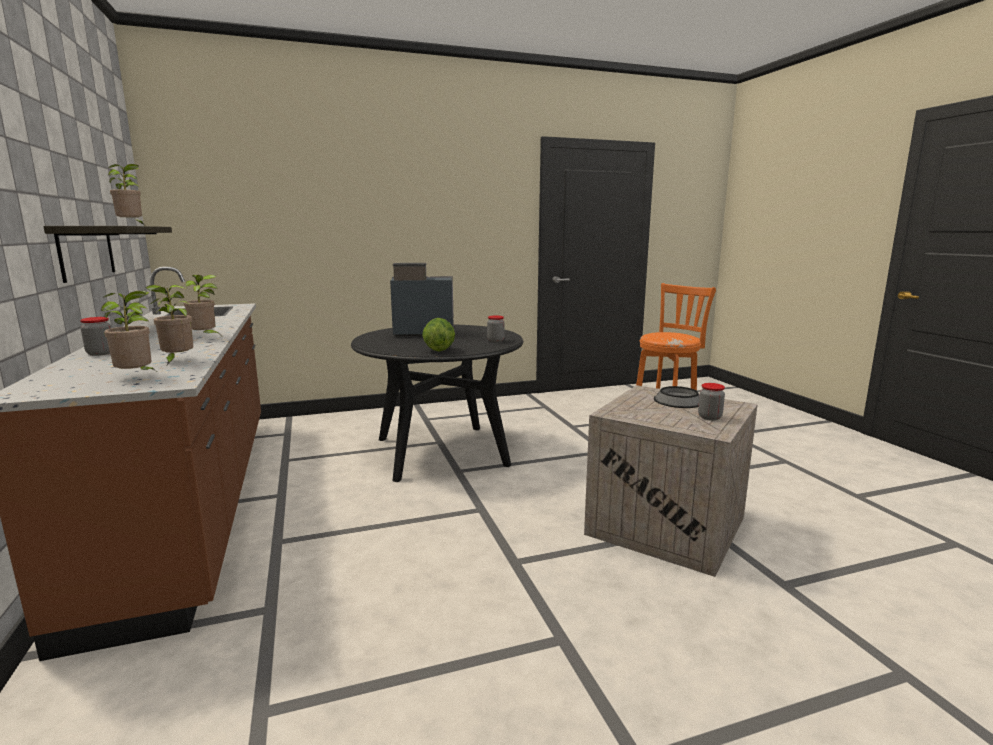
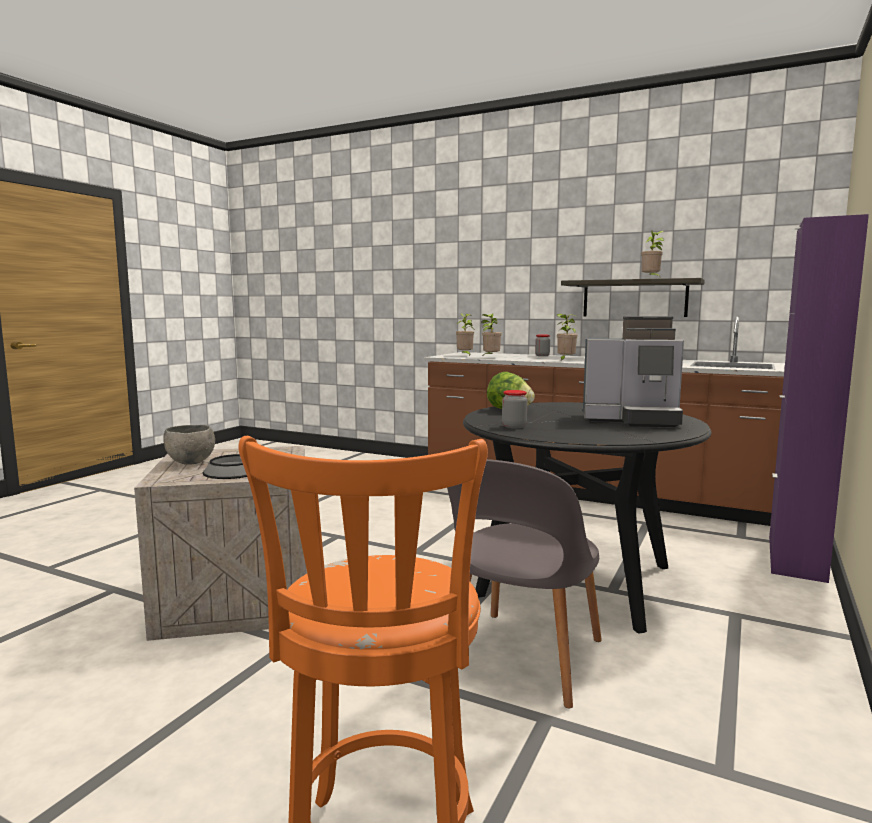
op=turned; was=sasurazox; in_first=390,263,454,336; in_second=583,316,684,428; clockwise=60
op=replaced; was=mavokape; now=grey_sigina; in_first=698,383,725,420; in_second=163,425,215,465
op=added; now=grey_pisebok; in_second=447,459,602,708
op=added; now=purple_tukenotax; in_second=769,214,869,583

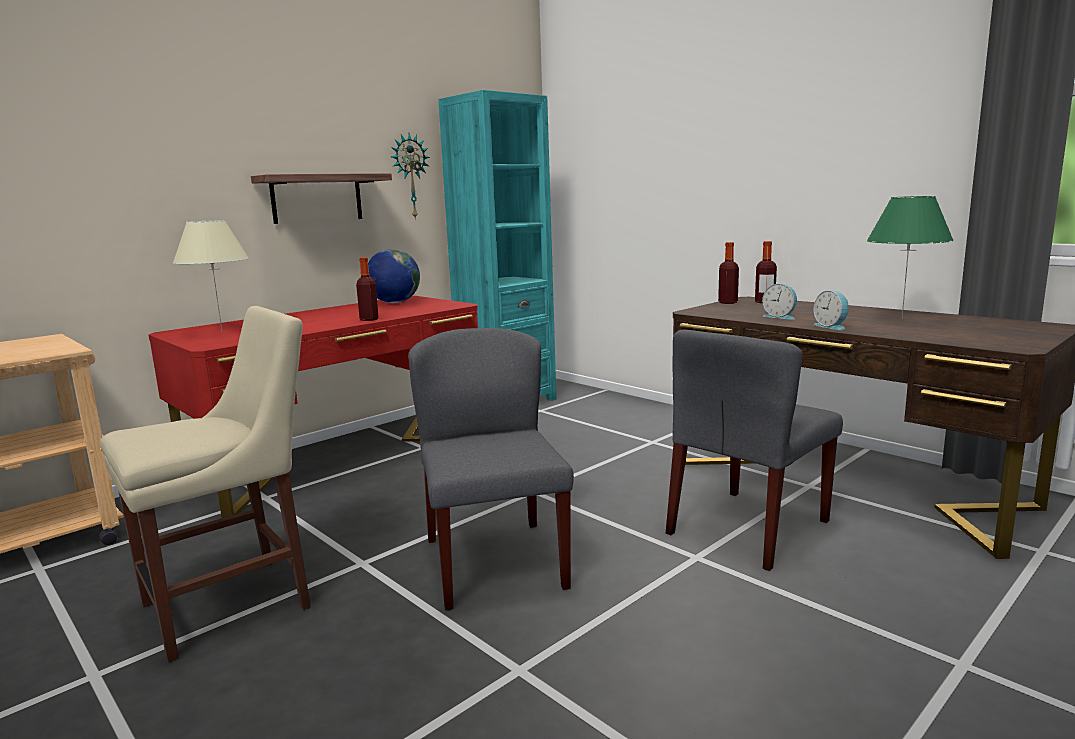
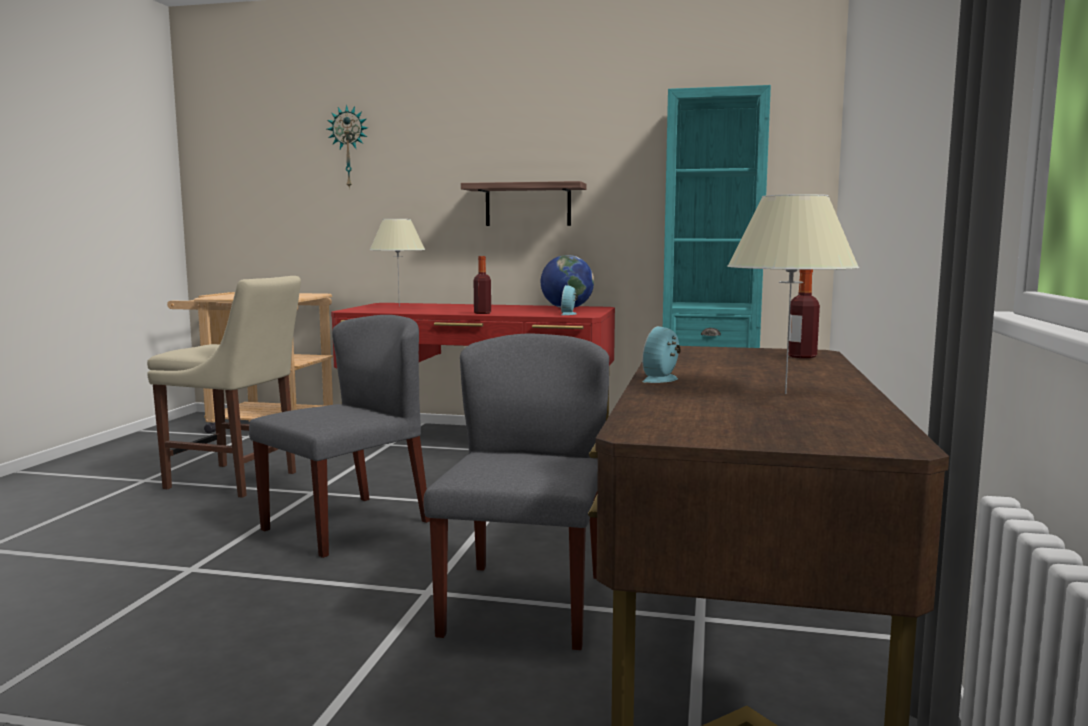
op=moved; was=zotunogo; in_first=391,133,430,220; in_second=327,105,368,189
op=turned; was=grey_pisebok; in_first=666,330,843,571; in_second=423,333,609,650; clockwise=90
op=removed; was=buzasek; in_first=718,242,739,304
op=moved; was=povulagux; in_first=762,284,797,320; in_second=561,285,578,315
op=recoloured; was=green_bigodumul; now=beige_bigodumul; in_first=867,196,954,319; in_second=727,194,859,394

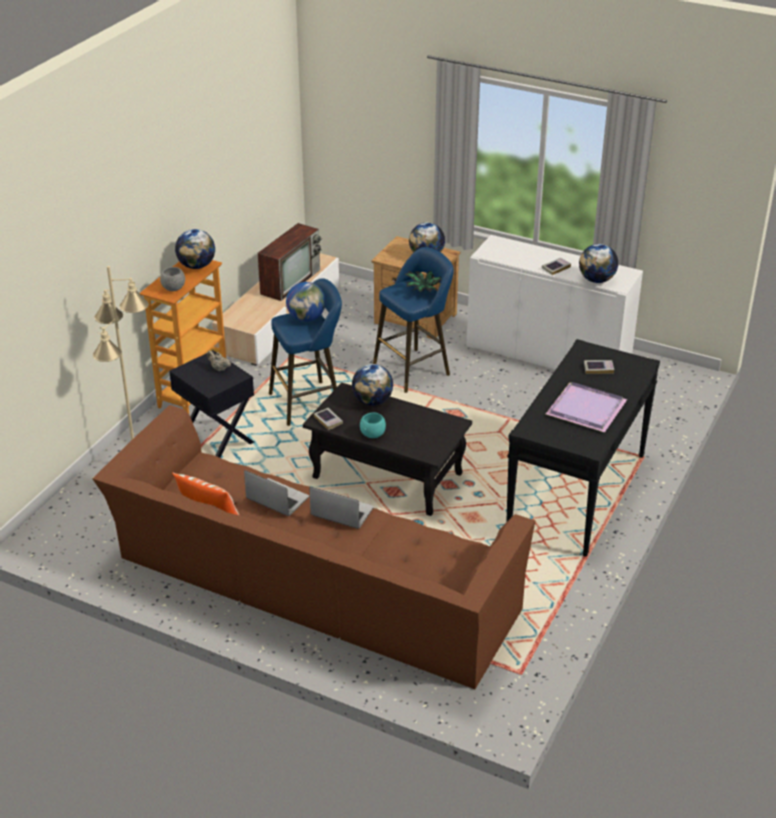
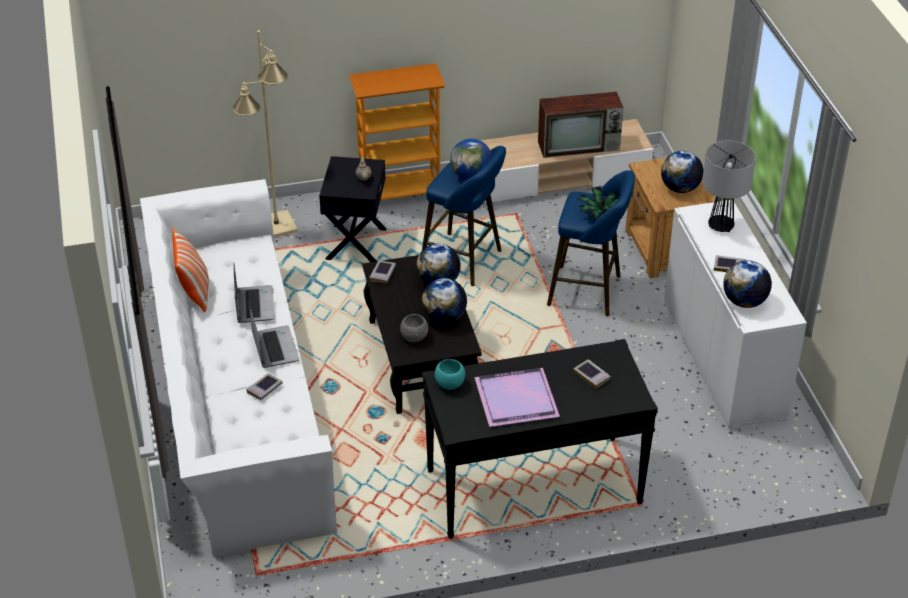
op=recoloured; was=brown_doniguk; now=white_doniguk; in_first=92,405,536,689; in_second=140,179,337,557
op=moved; was=grey_sigina; in_first=160,267,185,291; in_second=400,314,428,342
op=moved; was=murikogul; in_first=175,229,215,269; in_second=422,278,467,324
op=moved; was=turquoise_sigina; in_first=360,413,386,438; in_second=435,359,465,390
op=added; now=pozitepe; in_second=246,373,282,400
op=added; now=bigodumul; in_second=702,140,756,232

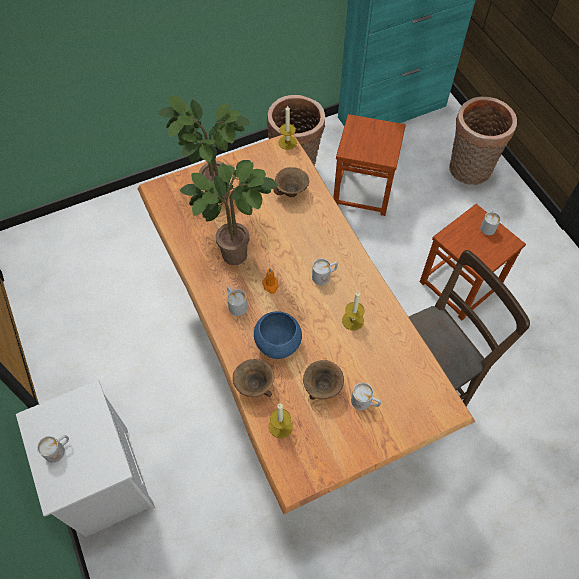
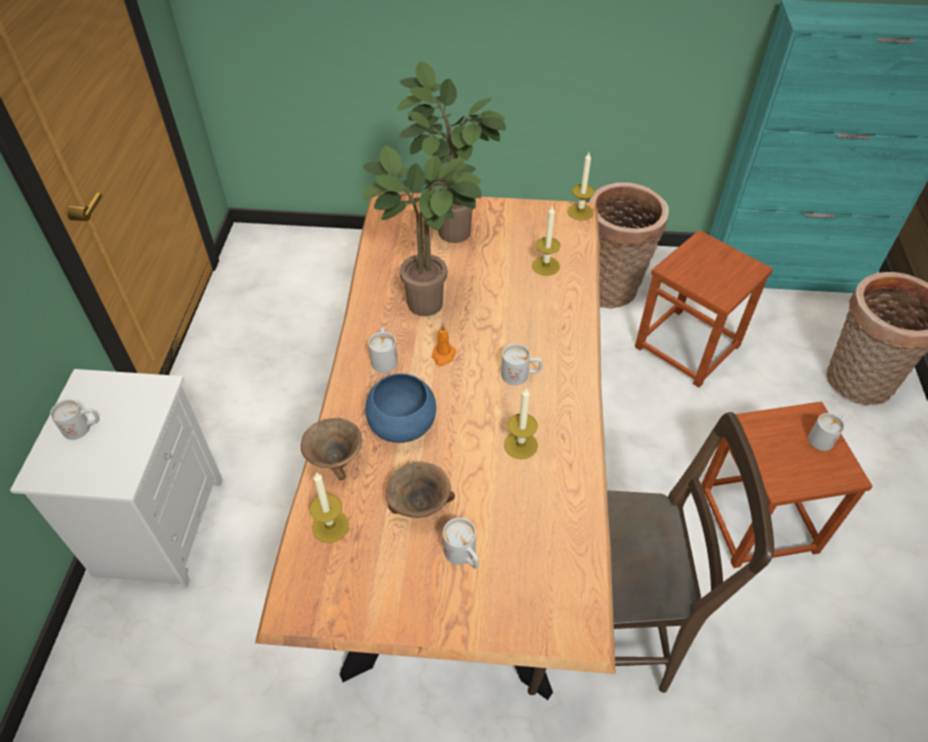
op=replaced; was=brown_sigina; now=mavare; in_first=273,167,309,197; in_second=532,205,560,276

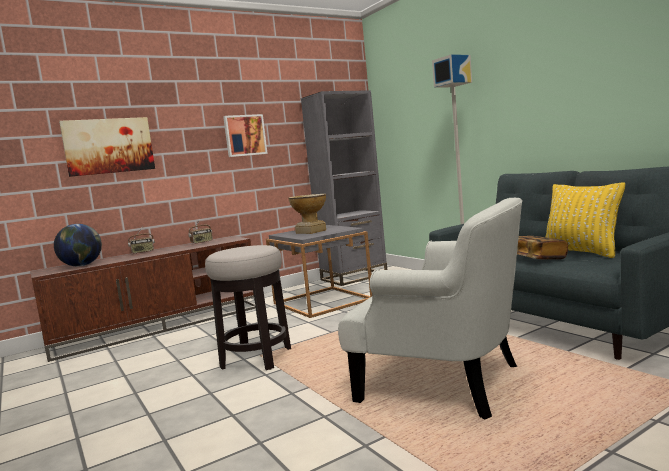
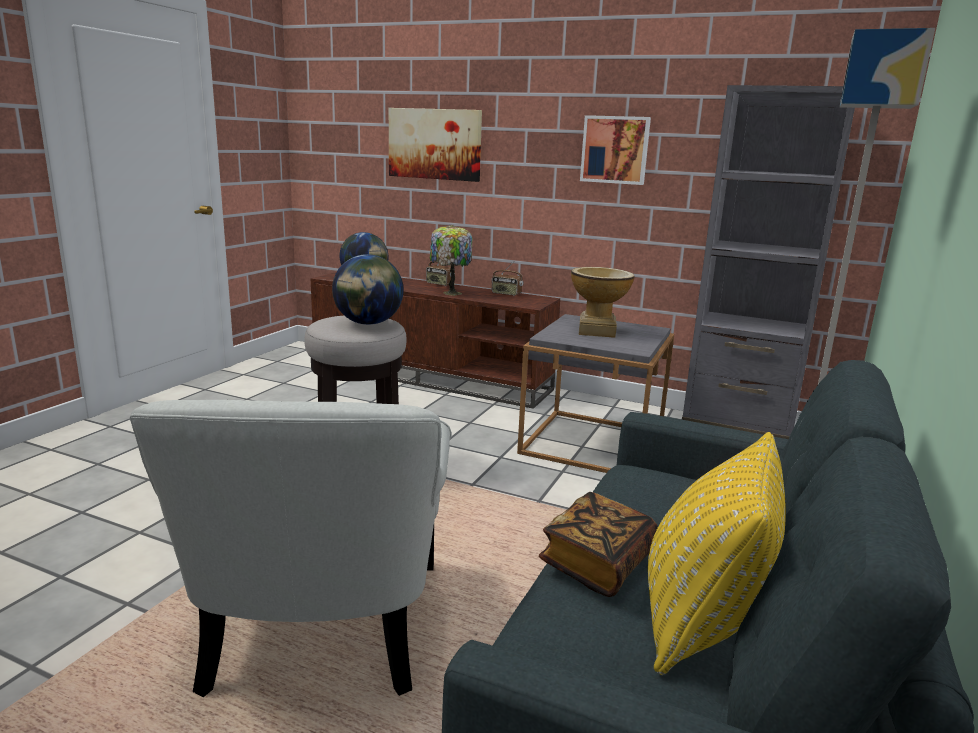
op=added; now=murikogul; in_second=332,254,404,325
op=added; now=bigodumul; in_second=430,225,473,296

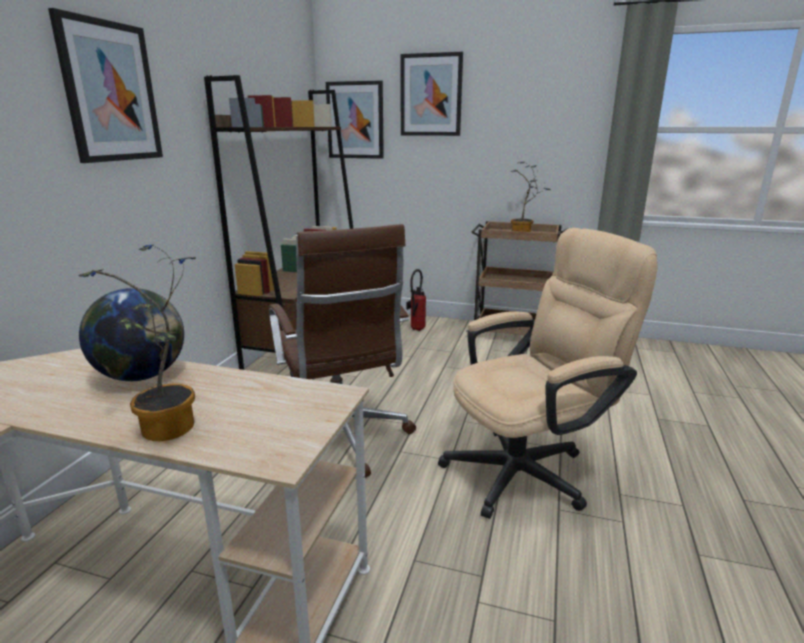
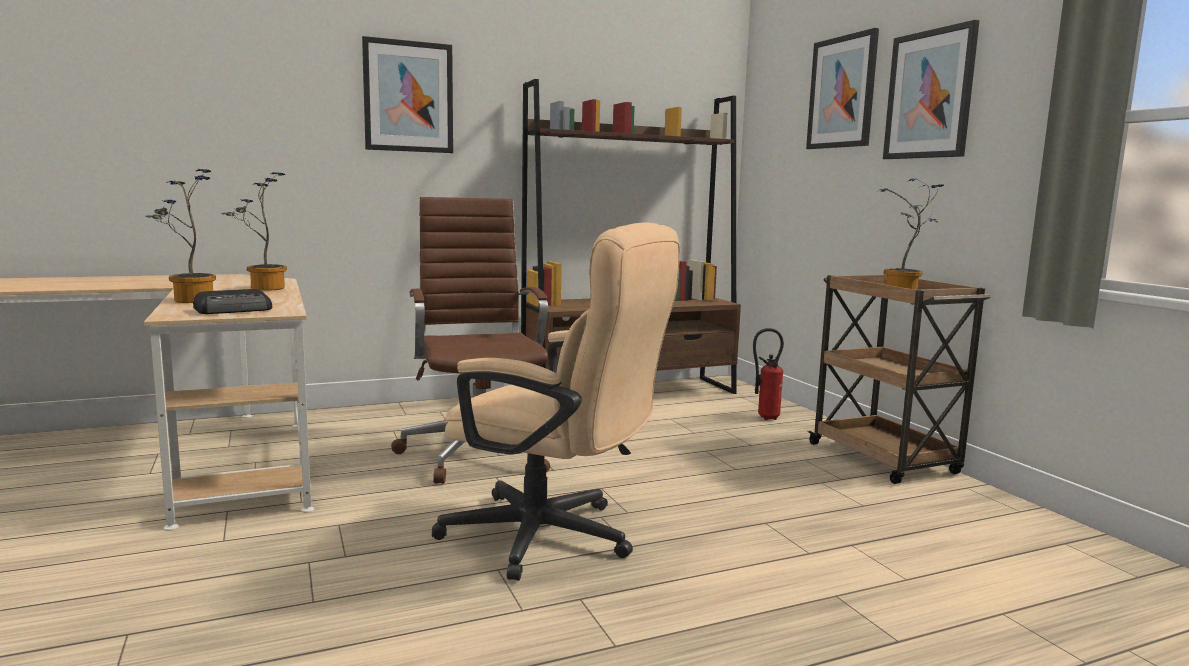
op=replaced; was=murikogul; now=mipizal; in_first=79,288,184,381; in_second=221,172,287,291
op=turned; was=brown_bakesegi; in_first=269,224,416,478; in_second=391,197,550,484; clockwise=135
op=moved; was=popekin; in_first=326,80,384,159; in_second=883,20,979,159
op=added; now=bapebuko; in_second=193,289,272,314

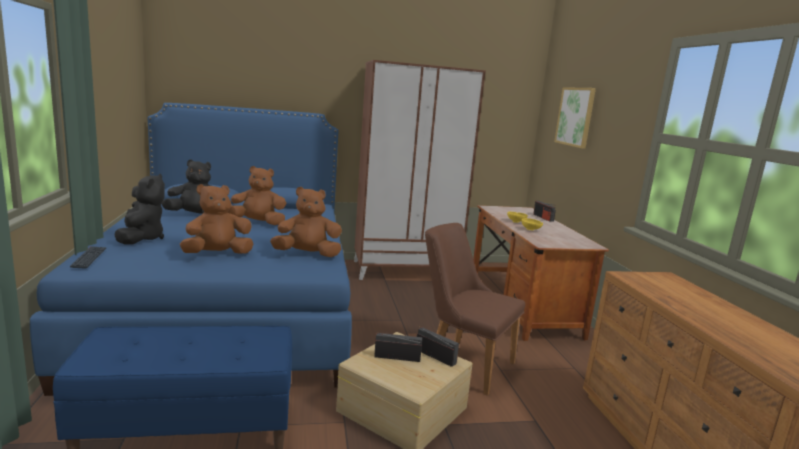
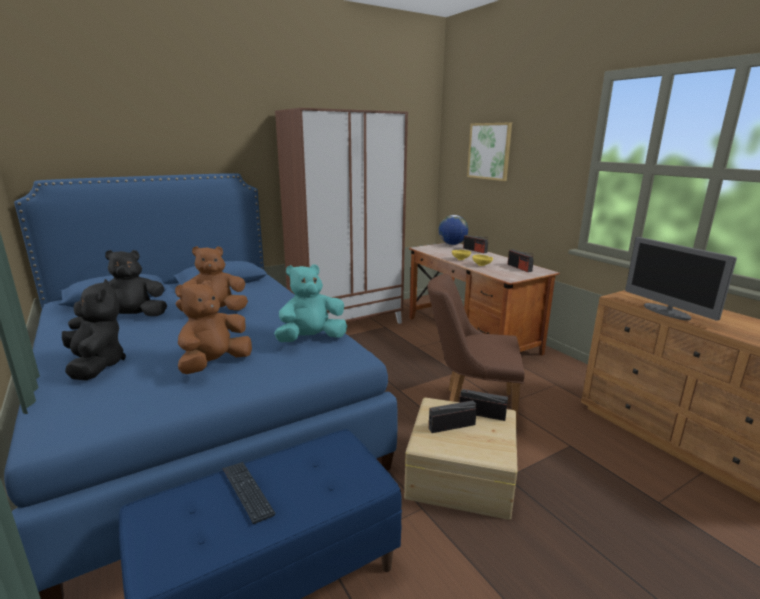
op=moved; was=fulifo; in_first=70,246,106,269; in_second=222,462,276,524
op=recoloured; was=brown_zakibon; now=turquoise_zakibon; in_first=270,187,342,257; in_second=274,264,347,342
op=added; now=murikogul; in_second=439,215,468,245
op=added; now=bapebuko; in_second=508,249,534,272
op=added; now=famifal; in_second=625,237,737,321

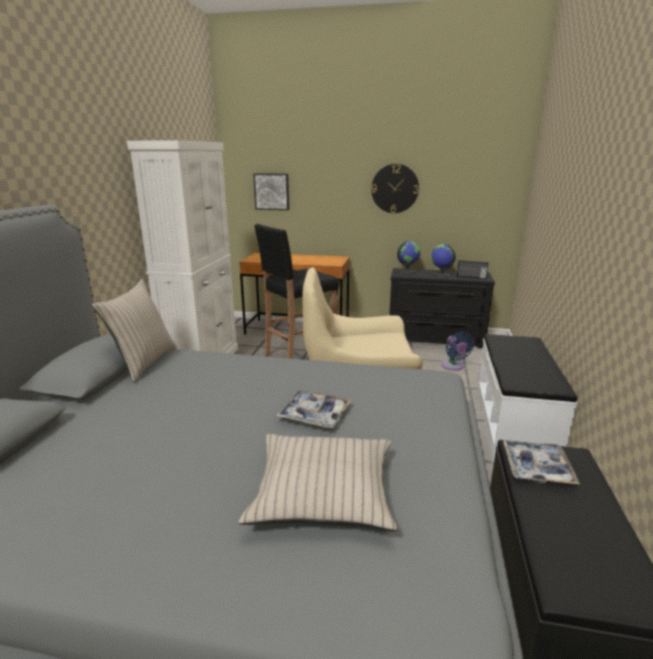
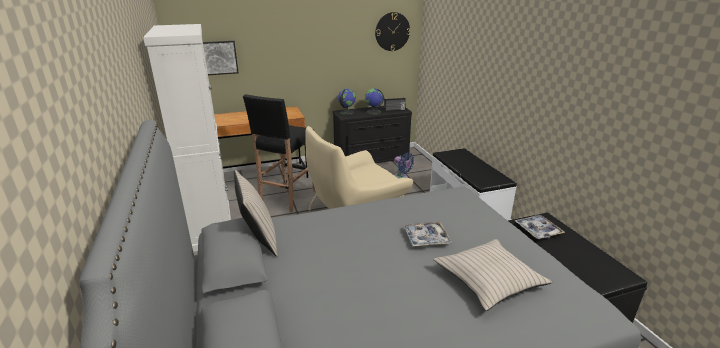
op=moved; was=zotunogo; in_first=371,164,419,213; in_second=375,12,410,51

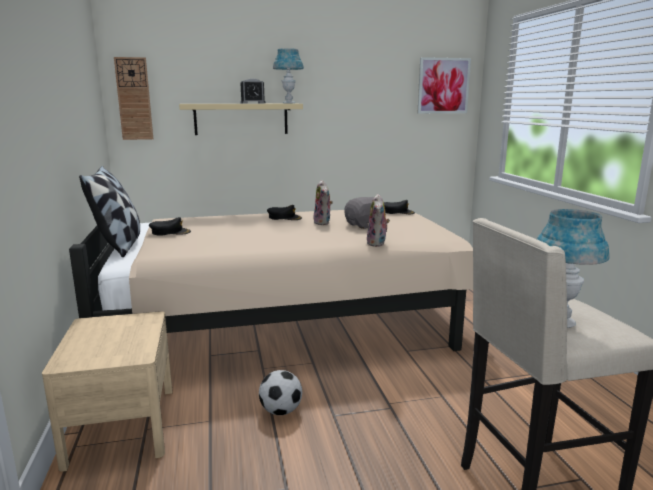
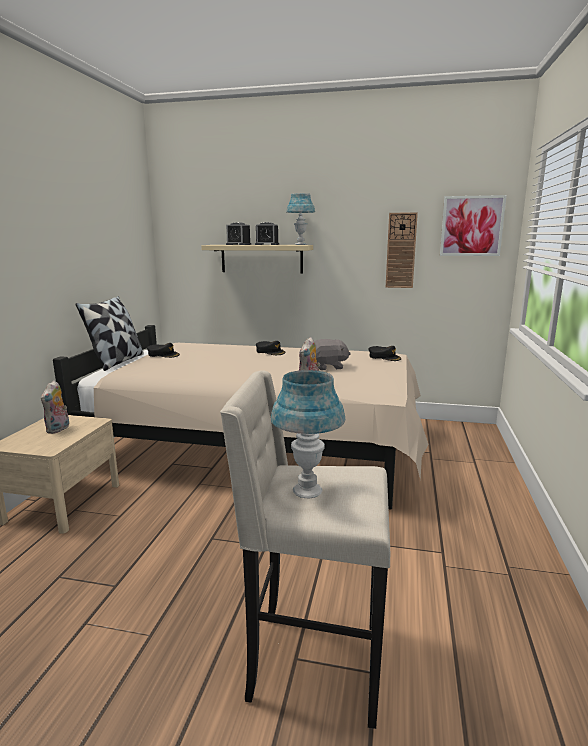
op=moved; was=zotunogo; in_first=114,57,153,140; in_second=386,212,418,288
op=removed; was=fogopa; in_first=259,370,302,415
op=moved; was=zakibon; in_first=313,180,333,225; in_second=41,381,69,434
op=added; now=povulagux; in_second=226,222,251,245

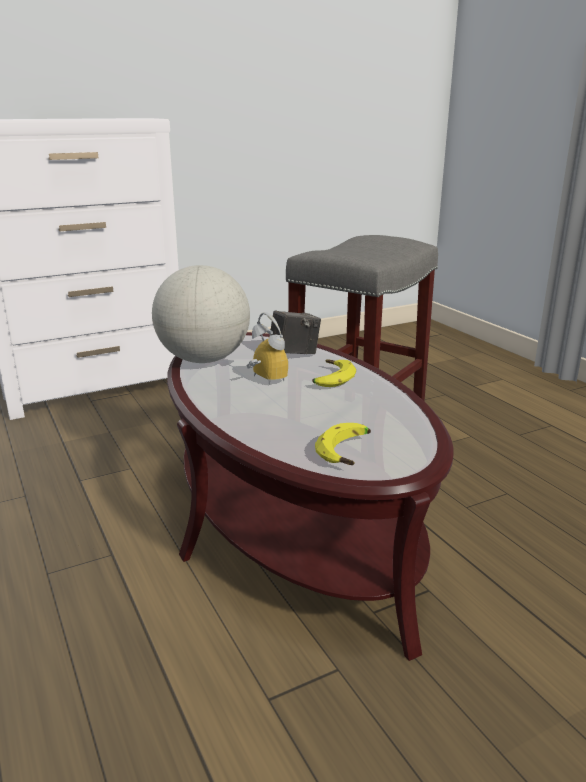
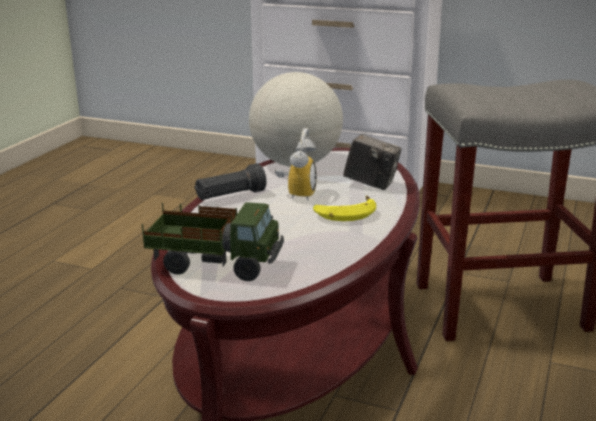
op=replaced; was=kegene; now=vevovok; in_first=315,423,371,465; in_second=142,202,284,281
op=added; now=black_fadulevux; in_second=195,163,266,200

